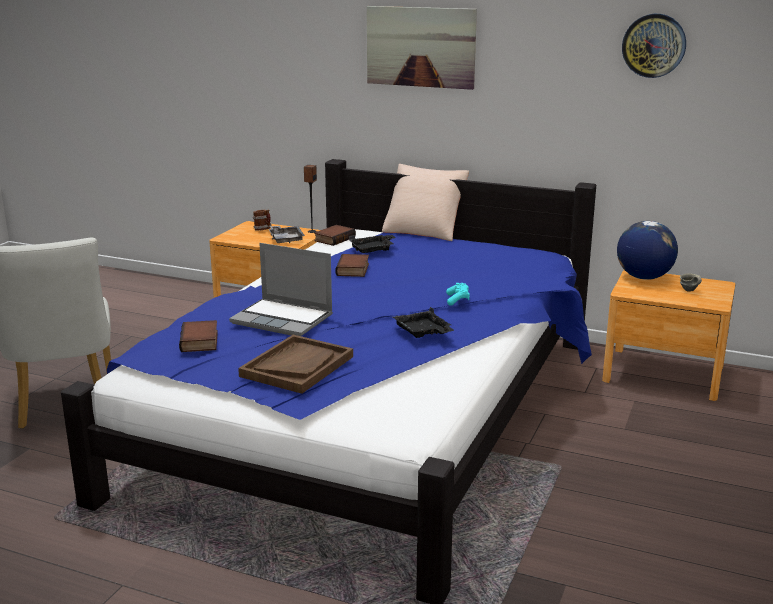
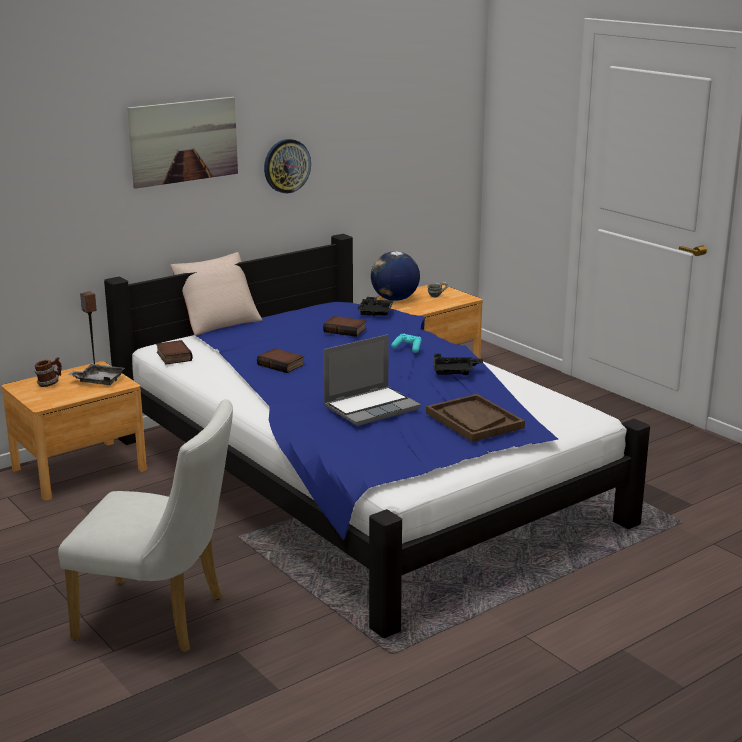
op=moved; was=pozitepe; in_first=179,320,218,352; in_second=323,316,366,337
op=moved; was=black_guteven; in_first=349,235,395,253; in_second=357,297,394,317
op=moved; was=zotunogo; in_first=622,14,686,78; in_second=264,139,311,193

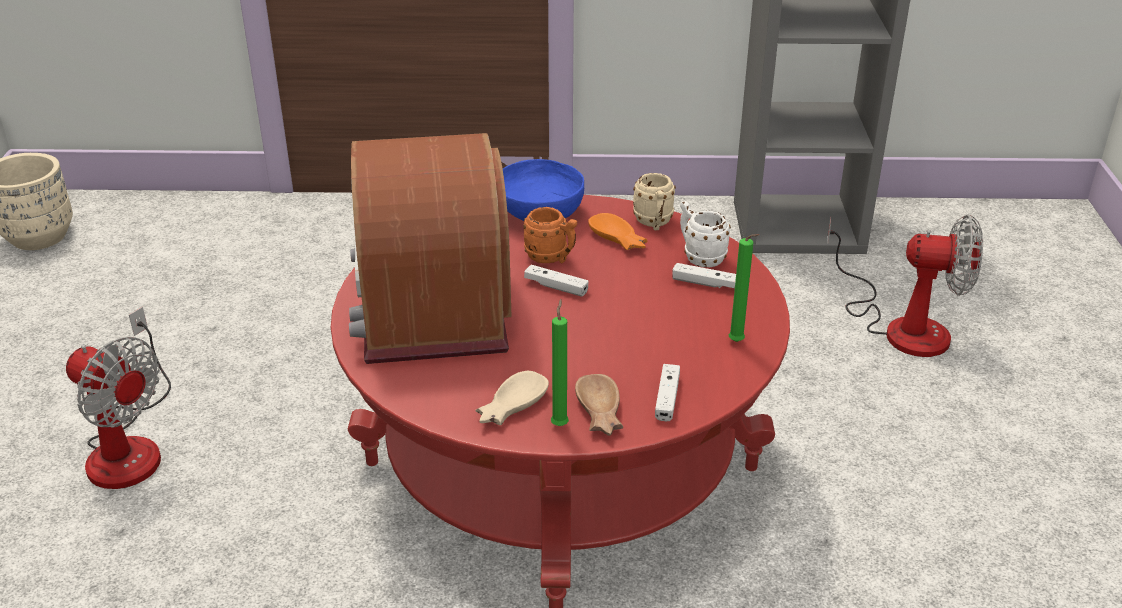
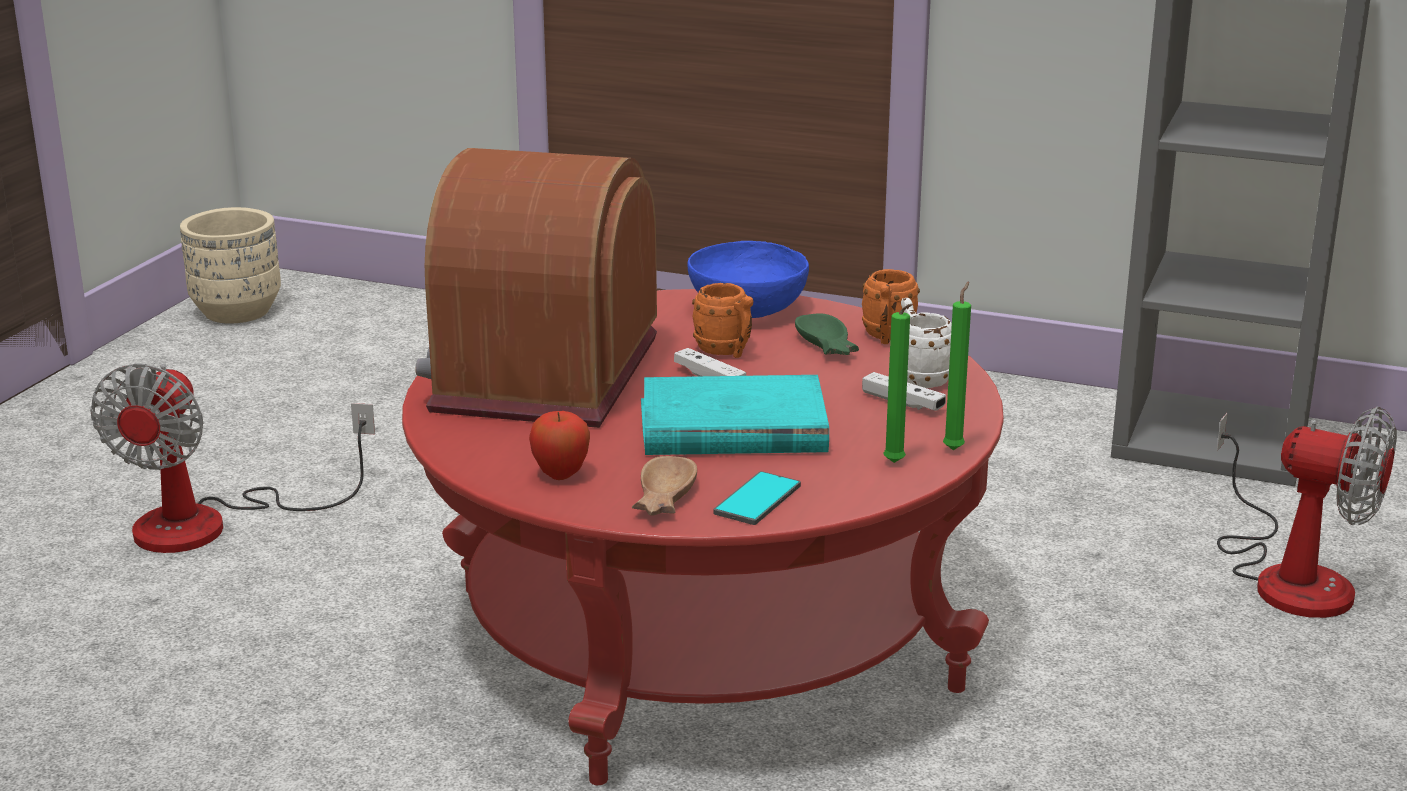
op=turned; was=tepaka; in_first=66,307,171,489; in_second=90,363,375,553; clockwise=45
op=replaced; was=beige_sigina; now=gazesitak; in_first=475,371,549,425; in_second=529,411,590,480
op=moved; was=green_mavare; in_first=551,299,569,426; in_second=943,281,971,450
op=recoloured; was=orange_sigina; now=green_sigina; in_first=588,213,647,250; in_second=795,314,859,355
op=recoloured; was=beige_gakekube; now=orange_gakekube; in_first=633,173,676,230; in_second=862,269,920,344
op=replaced; was=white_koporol; now=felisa; in_first=655,364,680,421; in_second=713,471,801,525
op=added; now=turquoise_pozitepe; in_second=641,375,829,455

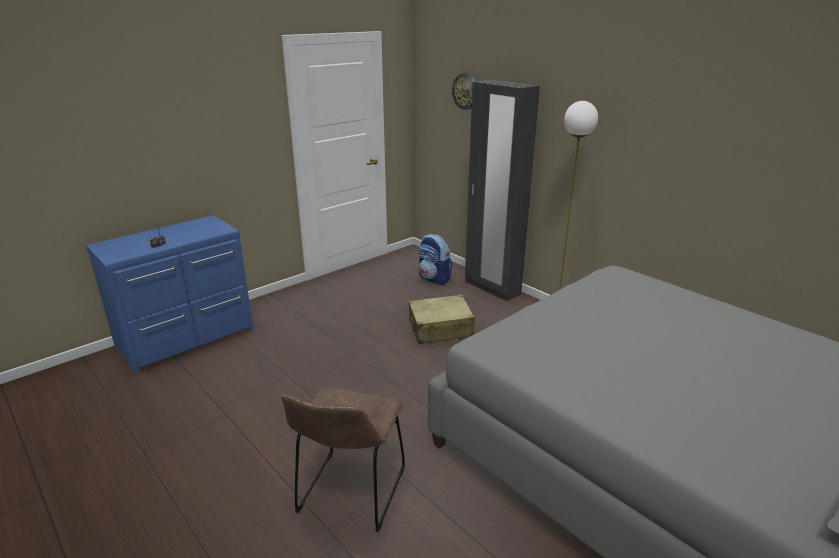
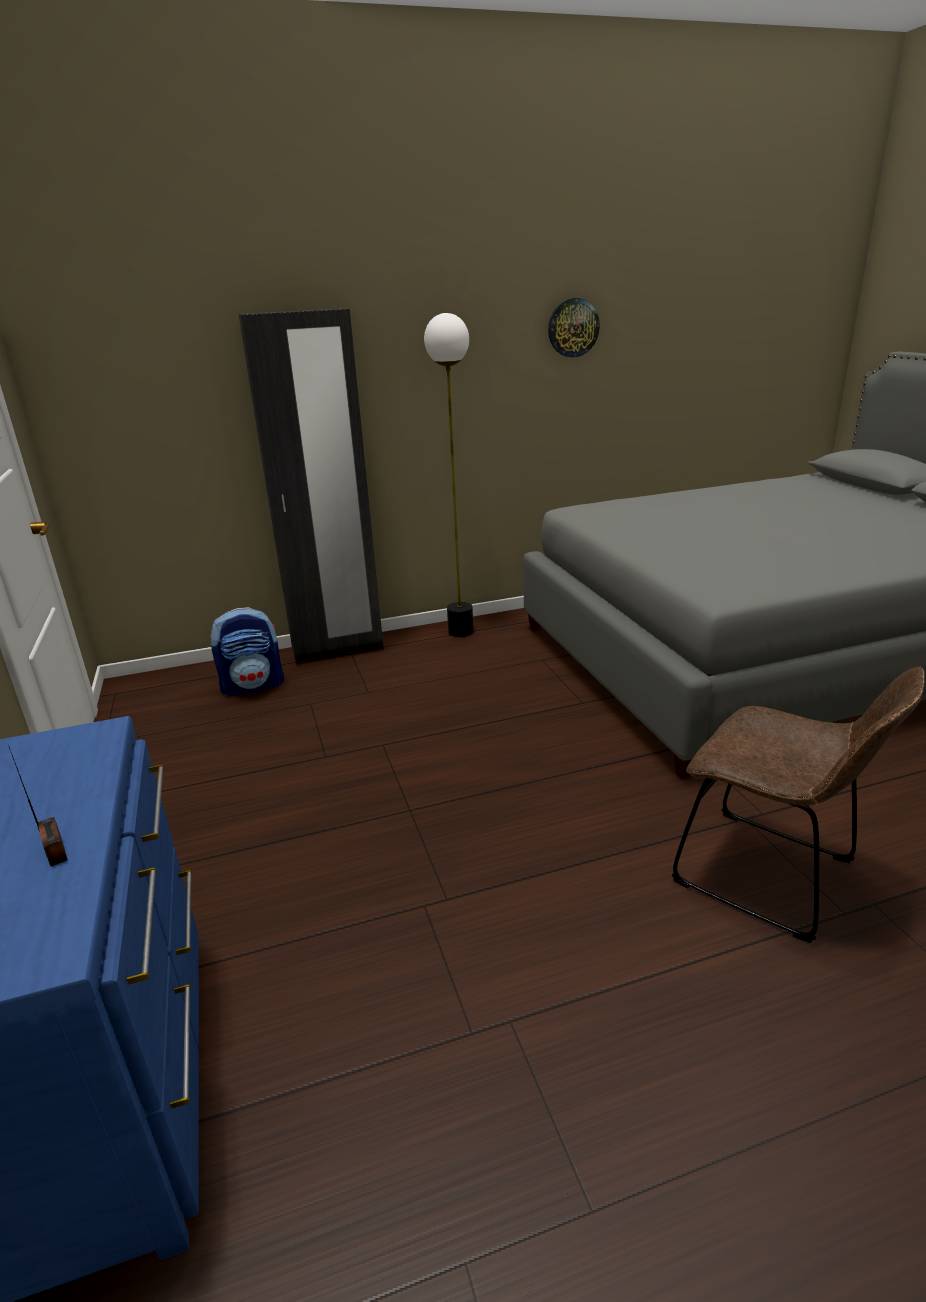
op=removed; was=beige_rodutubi; in_first=409,294,475,344
op=moved; was=zotunogo; in_first=452,73,476,110; in_second=548,298,600,357

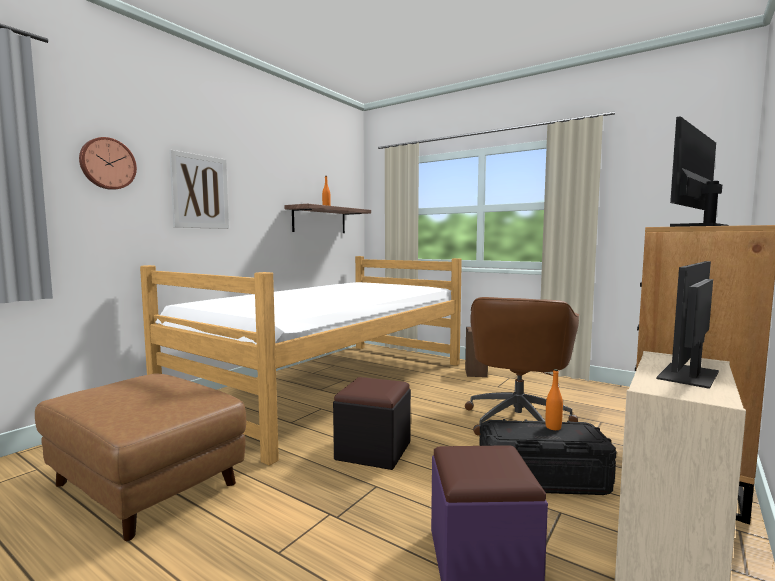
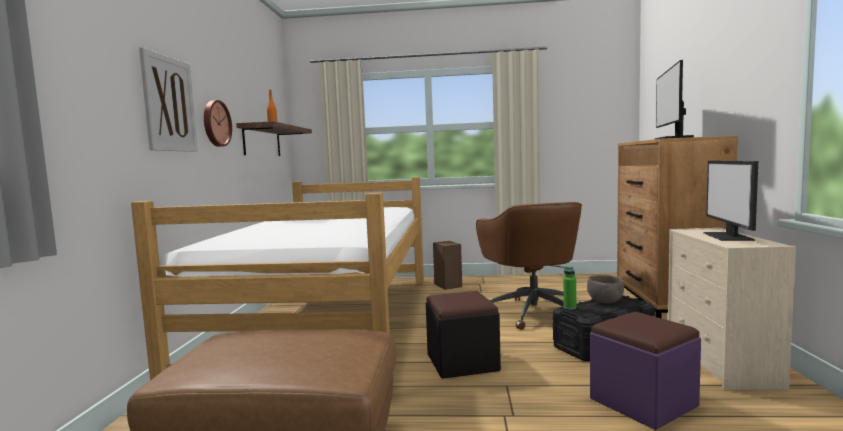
op=moved; was=zotunogo; in_first=79,137,137,190; in_second=204,100,232,147
op=replaced; was=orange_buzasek; now=brown_sigina; in_first=545,369,563,430; in_second=587,275,624,303
op=added; now=green_buzasek; in_second=563,267,576,309

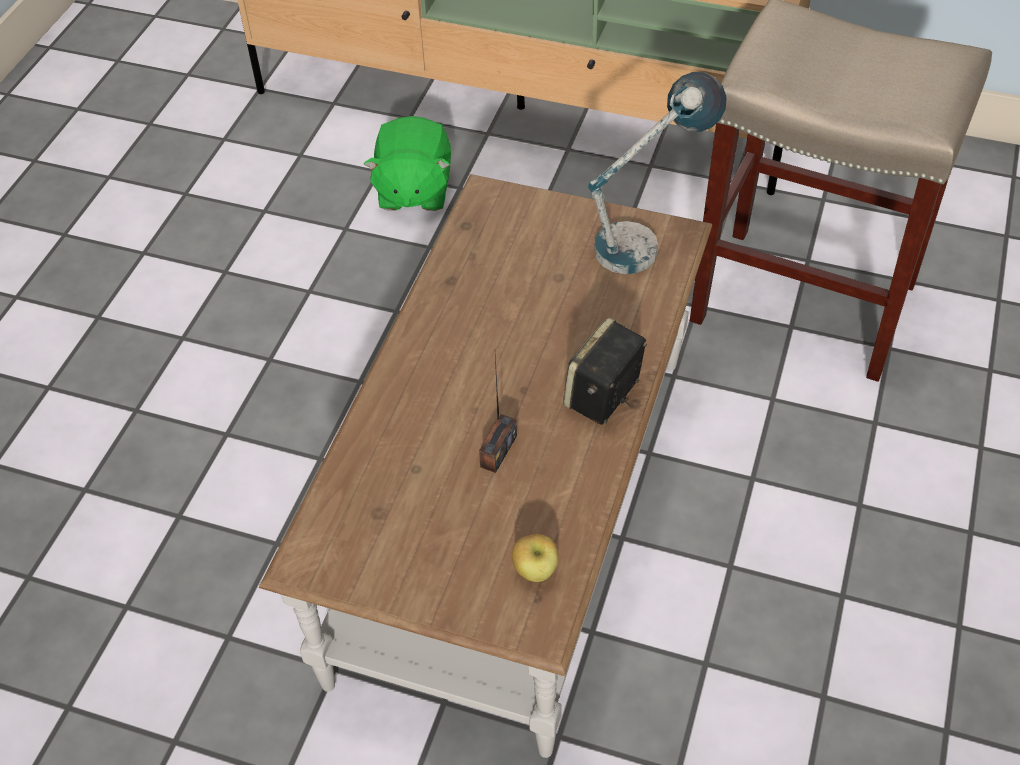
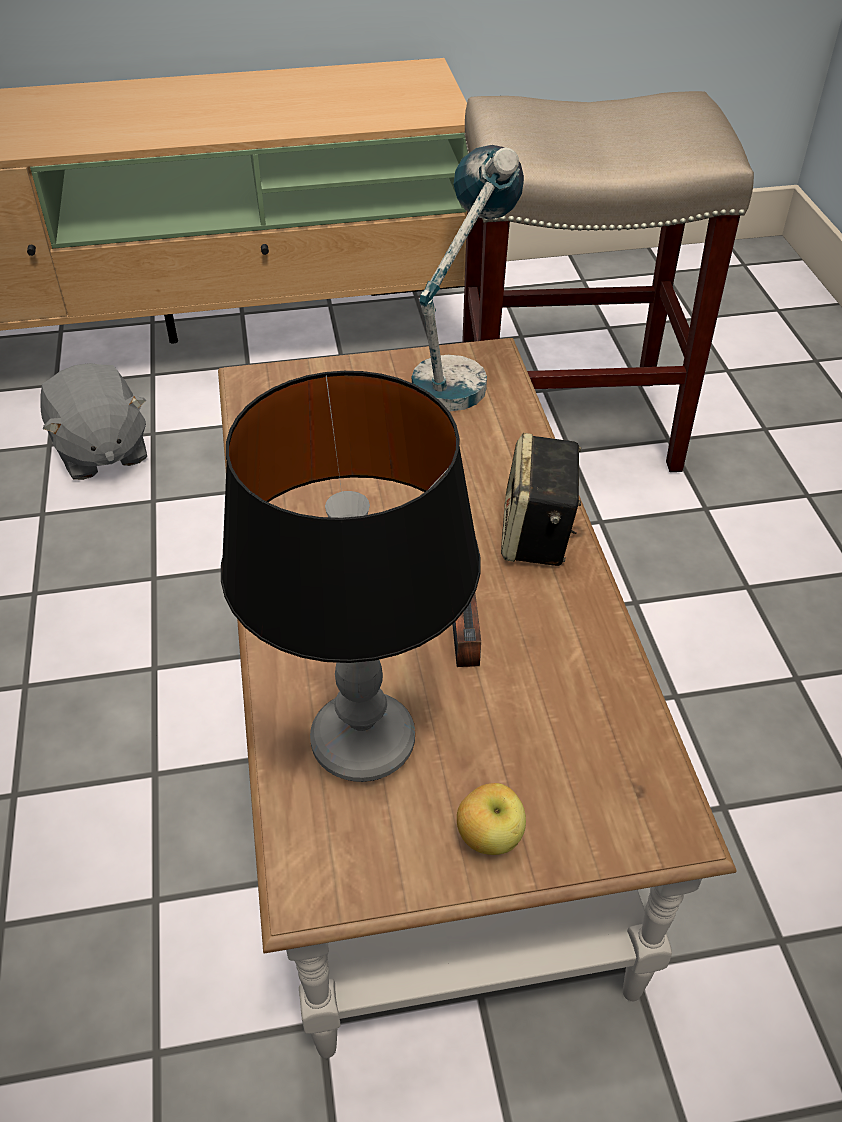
op=recoloured; was=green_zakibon; now=grey_zakibon; in_first=364,116,451,211; in_second=41,363,147,480
op=moved; was=gazesitak; in_first=512,534,558,582; in_second=457,783,526,855
op=added; now=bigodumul; in_second=221,371,481,782

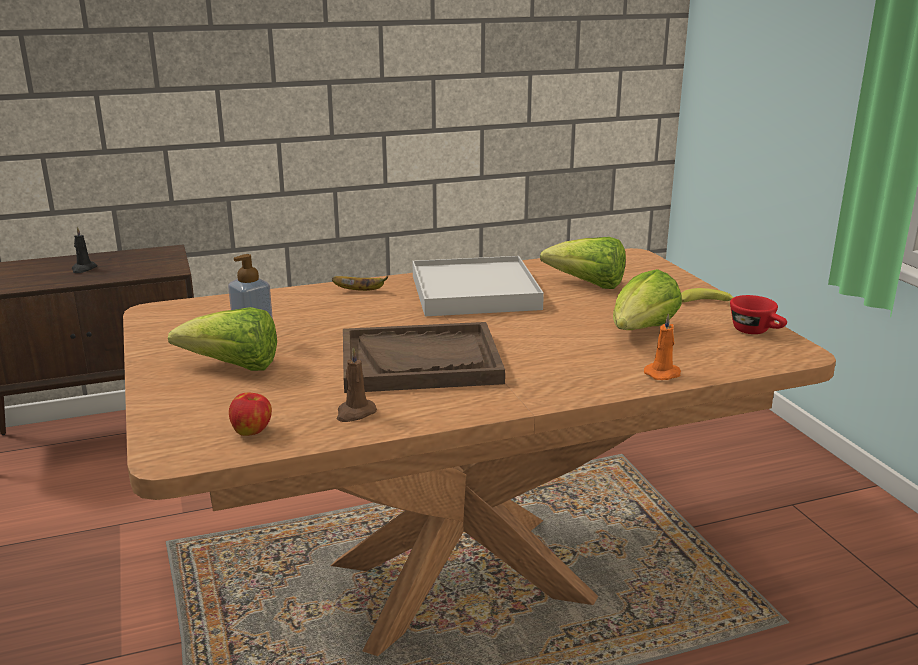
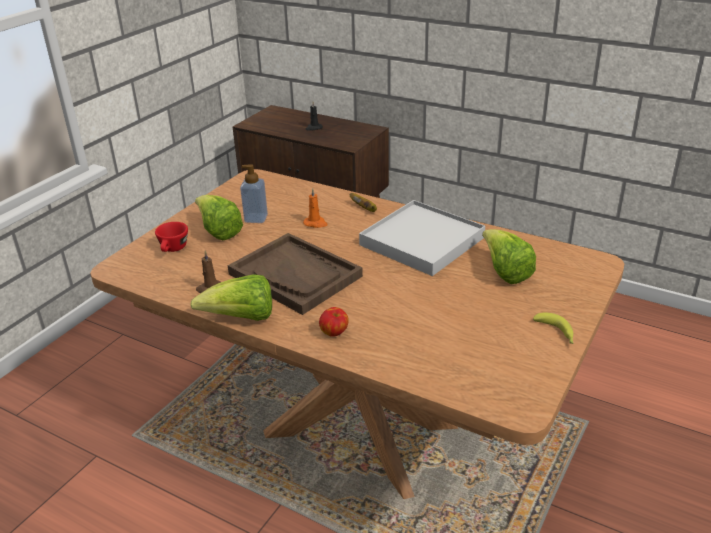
op=moved; was=gazesitak; in_first=229,393,272,436; in_second=319,307,349,337
op=moved; was=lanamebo; in_first=613,269,682,330; in_second=190,274,272,321
op=moved; was=orange_mavare; in_first=644,313,681,380; in_second=303,188,327,228
op=moved; was=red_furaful; in_first=730,295,787,334; in_second=155,222,188,252

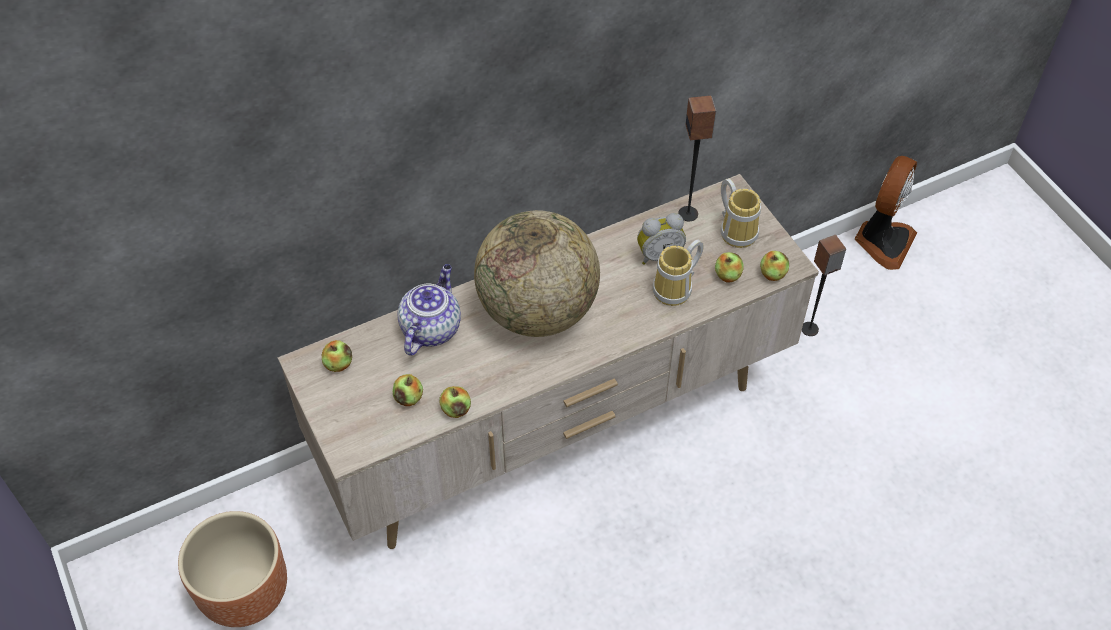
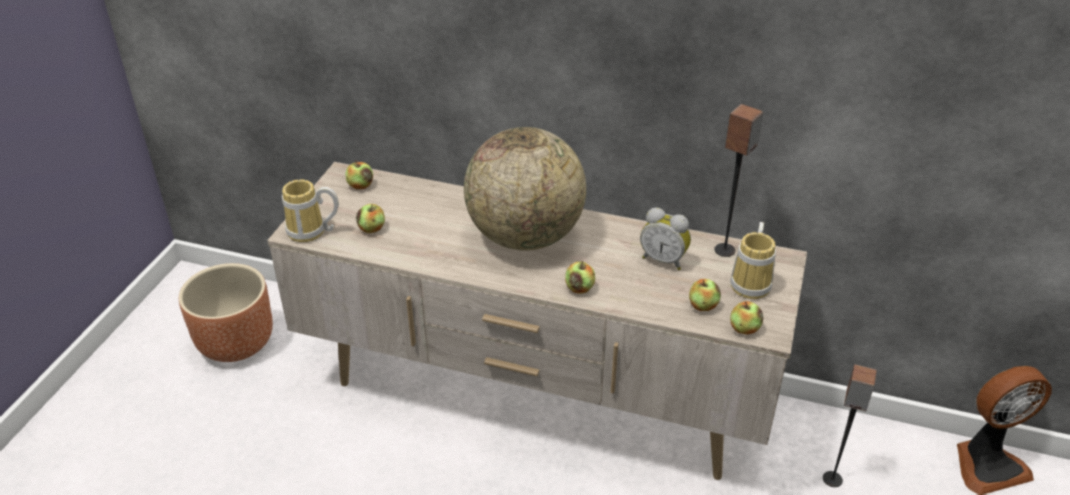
op=removed; was=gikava; in_first=398,264,461,355
op=moved; was=gazesitak; in_first=439,386,471,418; in_second=565,261,595,294
op=moved; was=gakekube; in_first=652,239,704,306; in_second=282,179,339,242

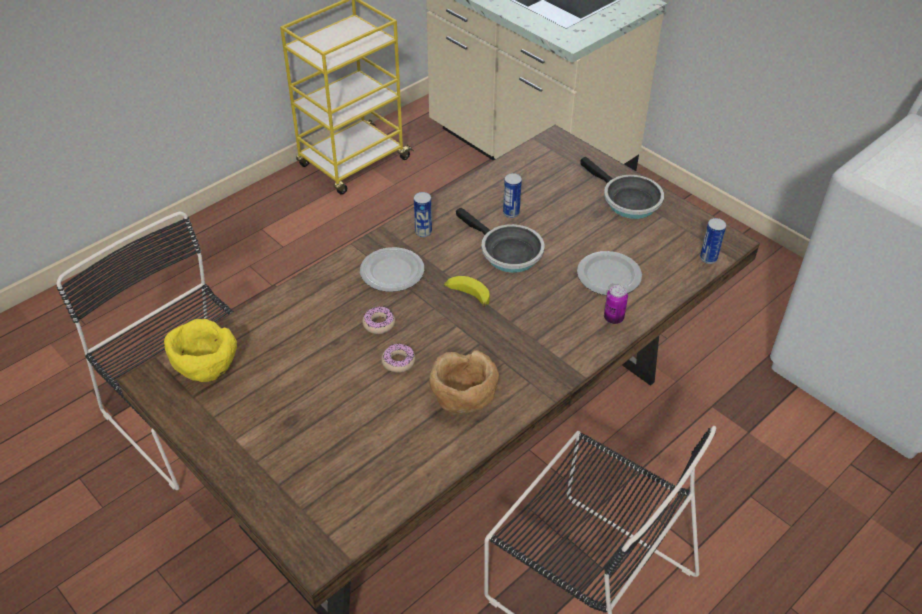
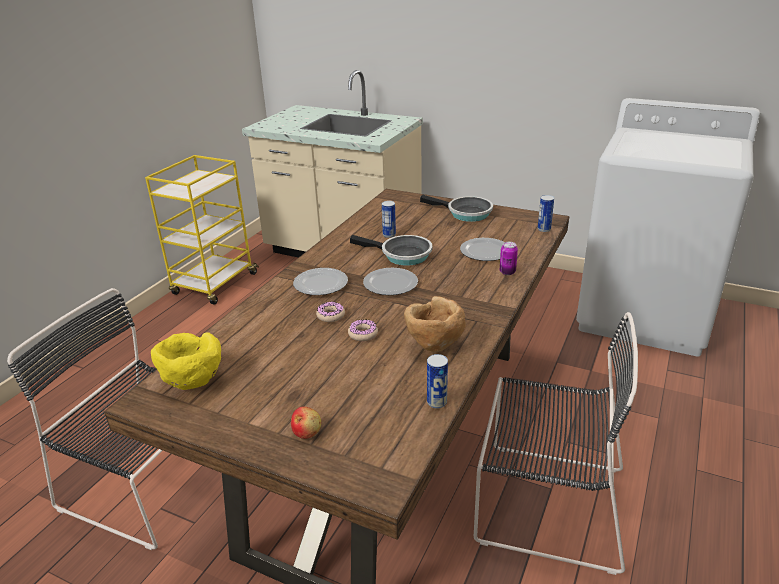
op=moved; was=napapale; in_first=414,192,432,237; in_second=427,354,448,408
op=replaced; was=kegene; now=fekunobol; in_first=444,276,490,307; in_second=363,268,418,295
op=added; now=gazesitak; in_second=291,407,321,439

